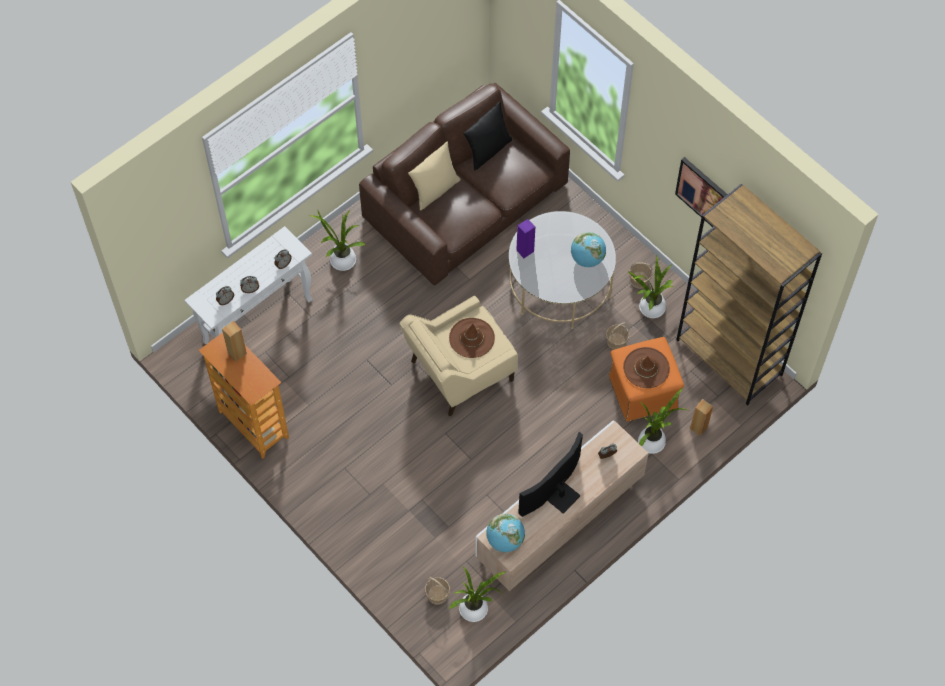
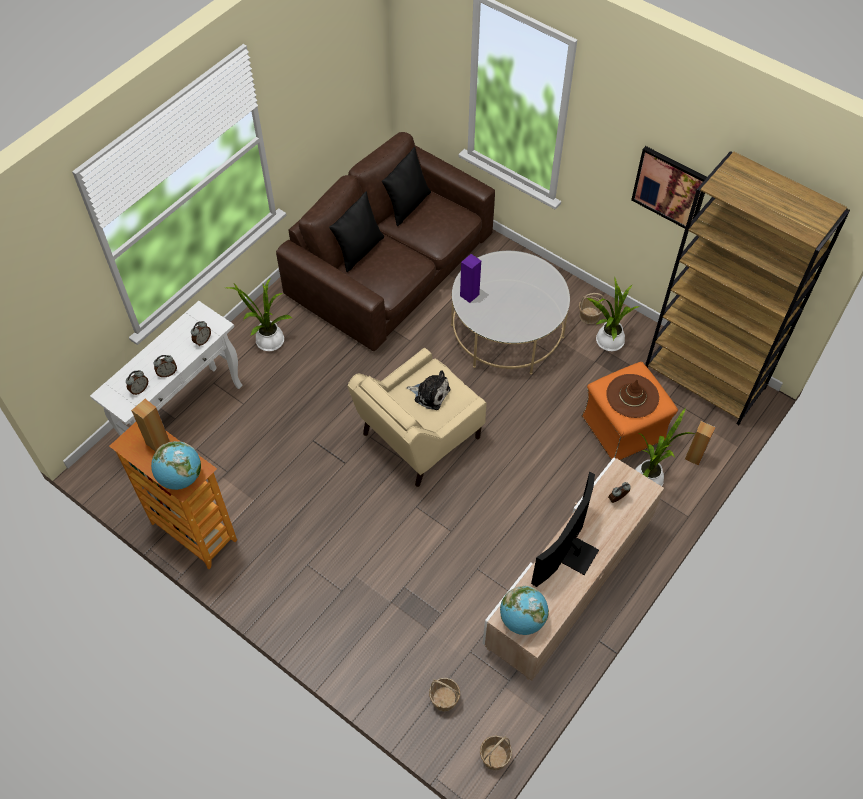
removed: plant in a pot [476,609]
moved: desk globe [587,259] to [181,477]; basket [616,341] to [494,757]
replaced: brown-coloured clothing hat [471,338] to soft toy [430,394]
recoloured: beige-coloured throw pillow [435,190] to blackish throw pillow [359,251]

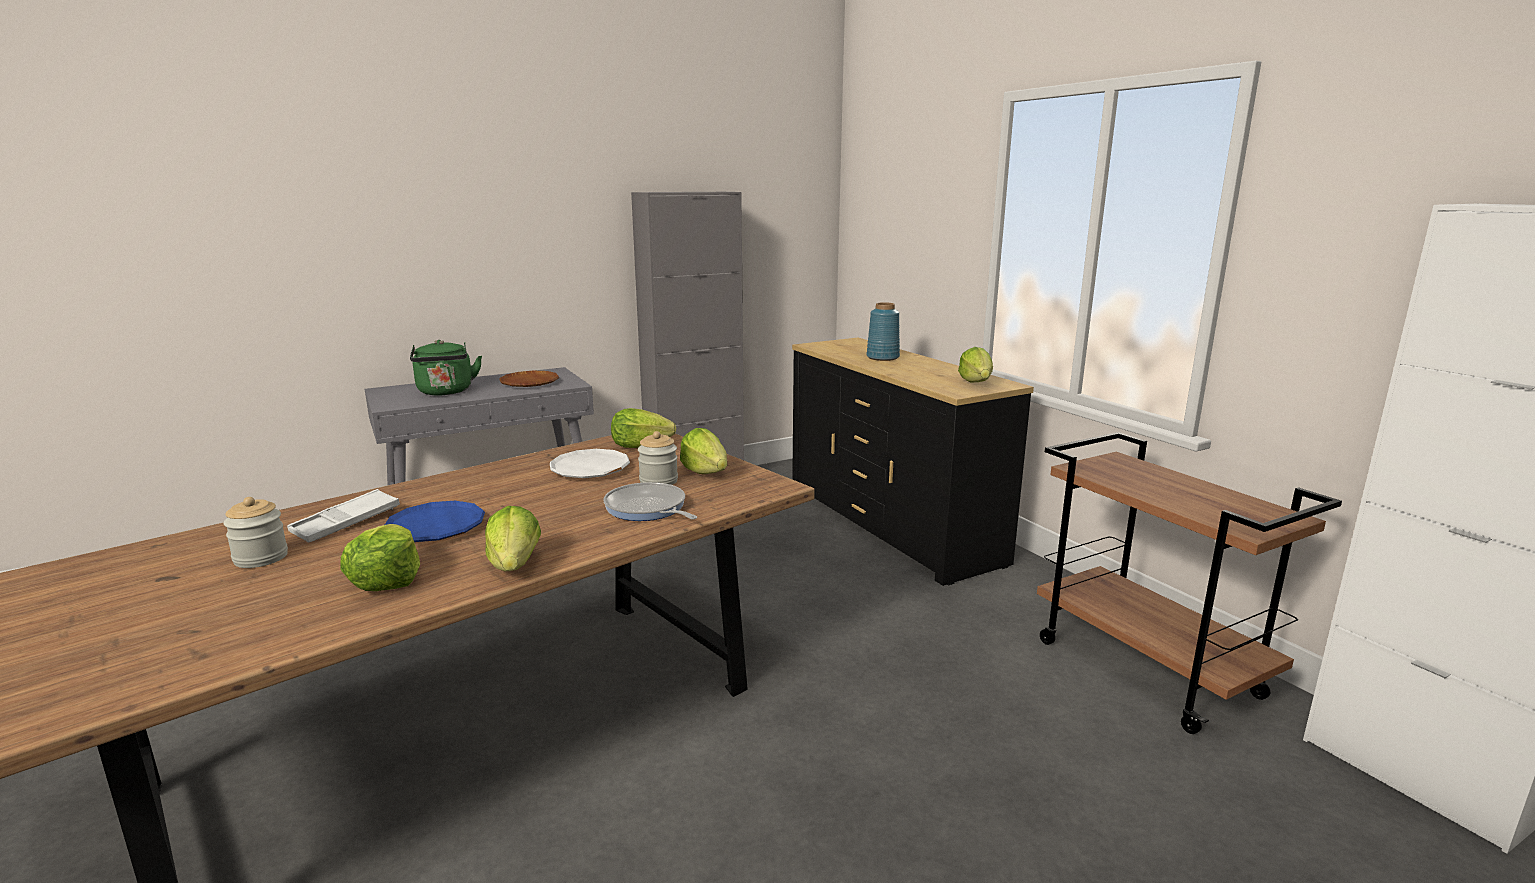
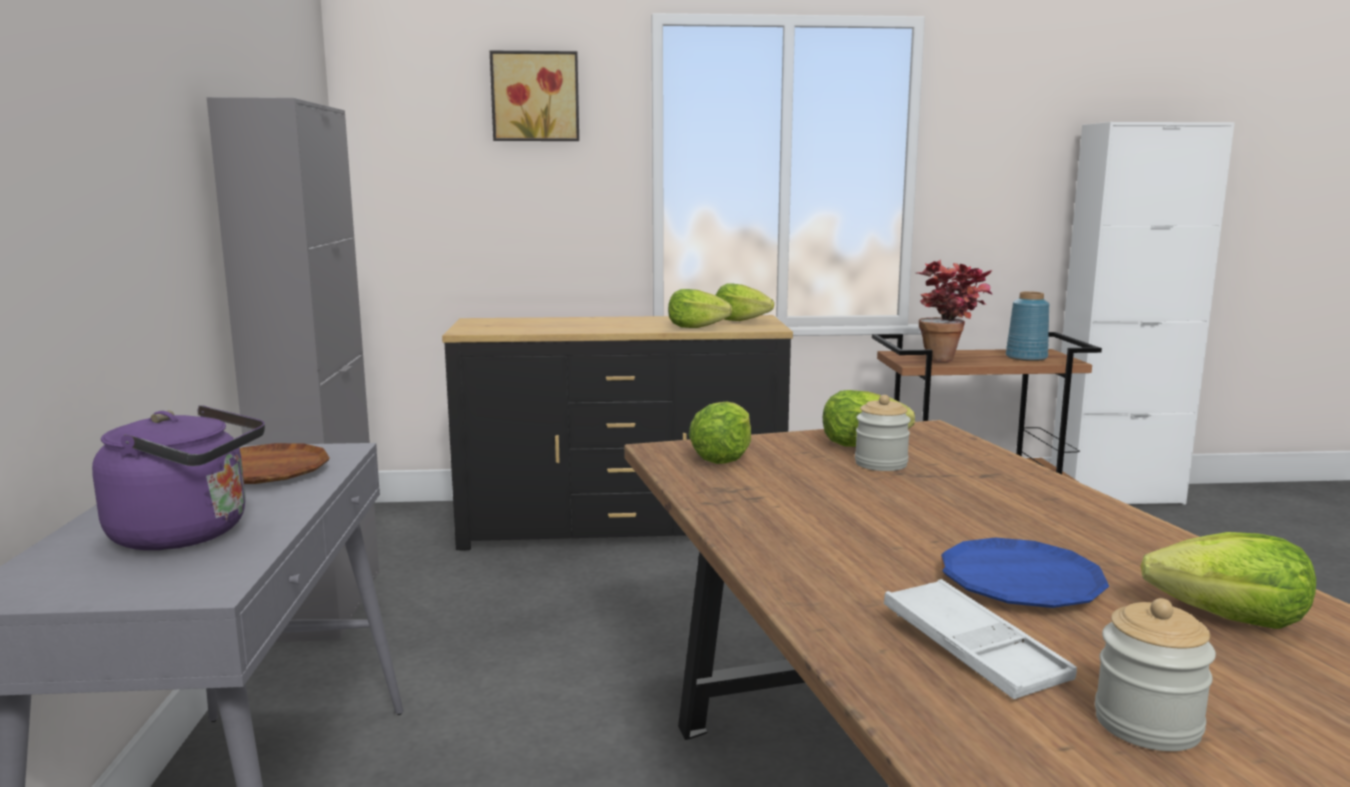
removed: white plate [590,469]; skillet [647,509]
added: picture [535,97]; plant in a pot [950,360]
moved: head of lettuce [515,565] to [696,327]; bluish vase [883,357] to [1025,358]
recoloured: greenish water kettle [446,392] to purplish water kettle [189,534]

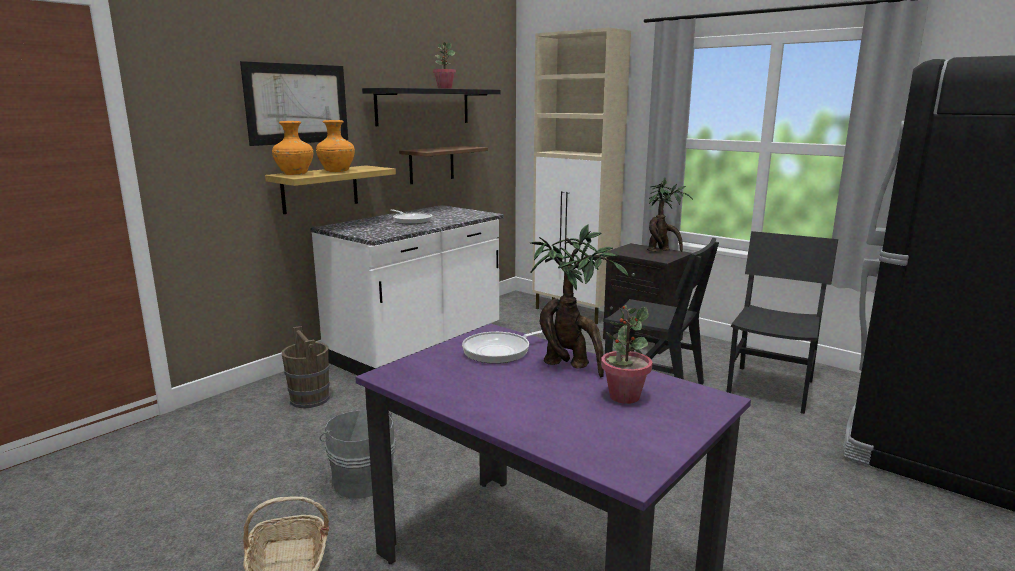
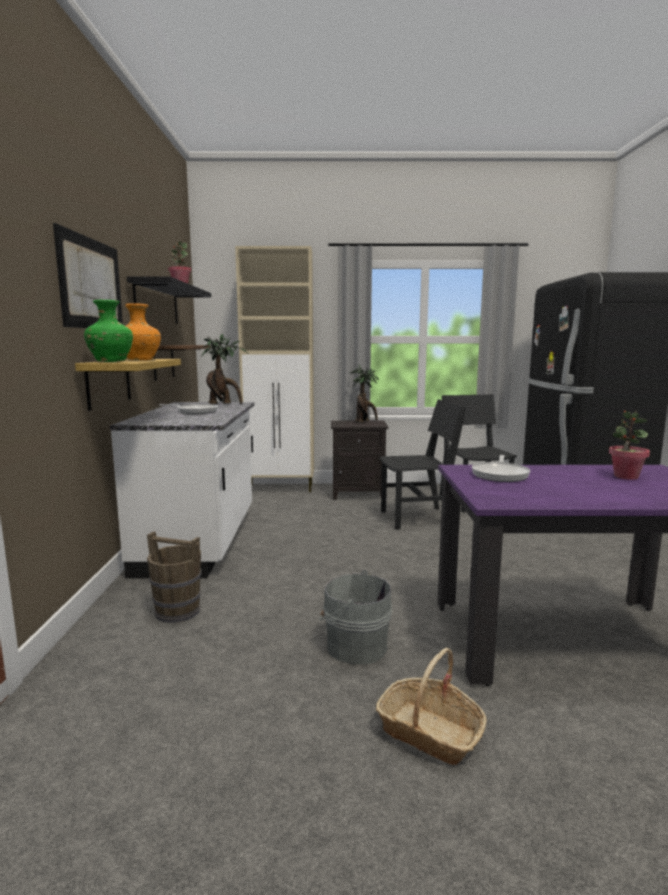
moved: plant in a pot [571,366] to [223,404]
recoloured: orange vase [295,174] to greenish vase [111,361]

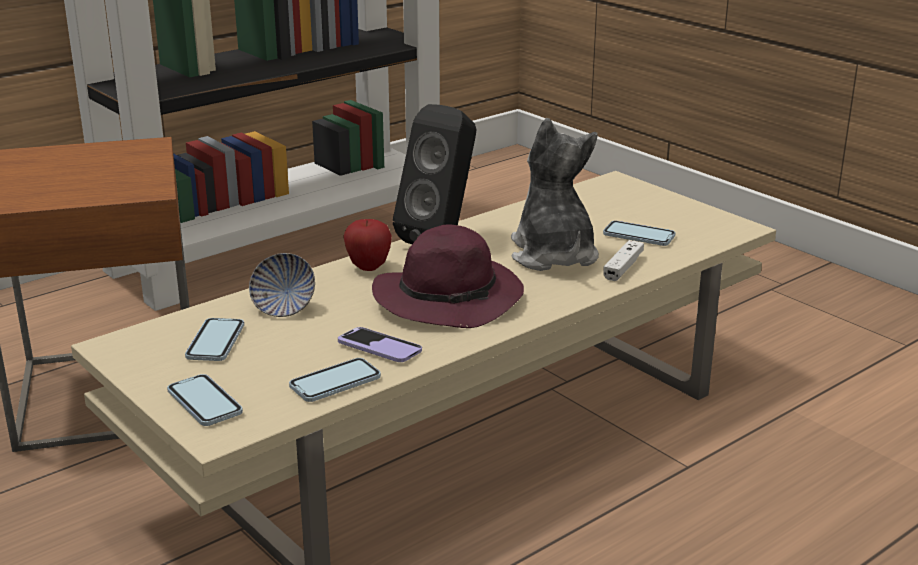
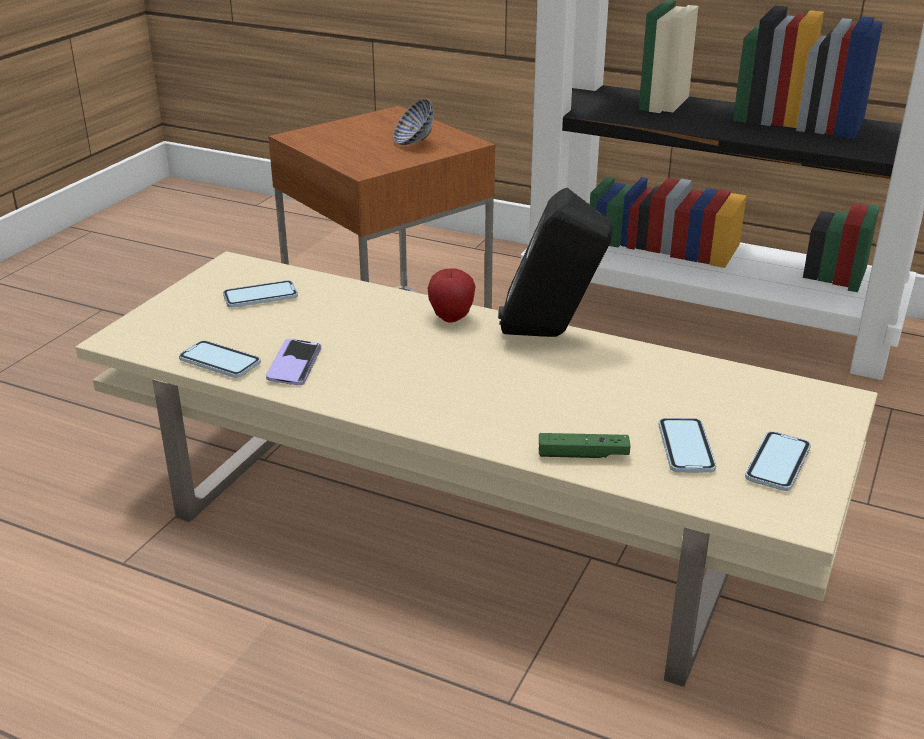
removed: purplish clothing hat [450,298]; soft toy [553,255]
moved: handset [204,402] to [777,463]; serving bowl [284,308] to [413,142]
recoloured: white game controller [623,267] to greenish game controller [583,454]

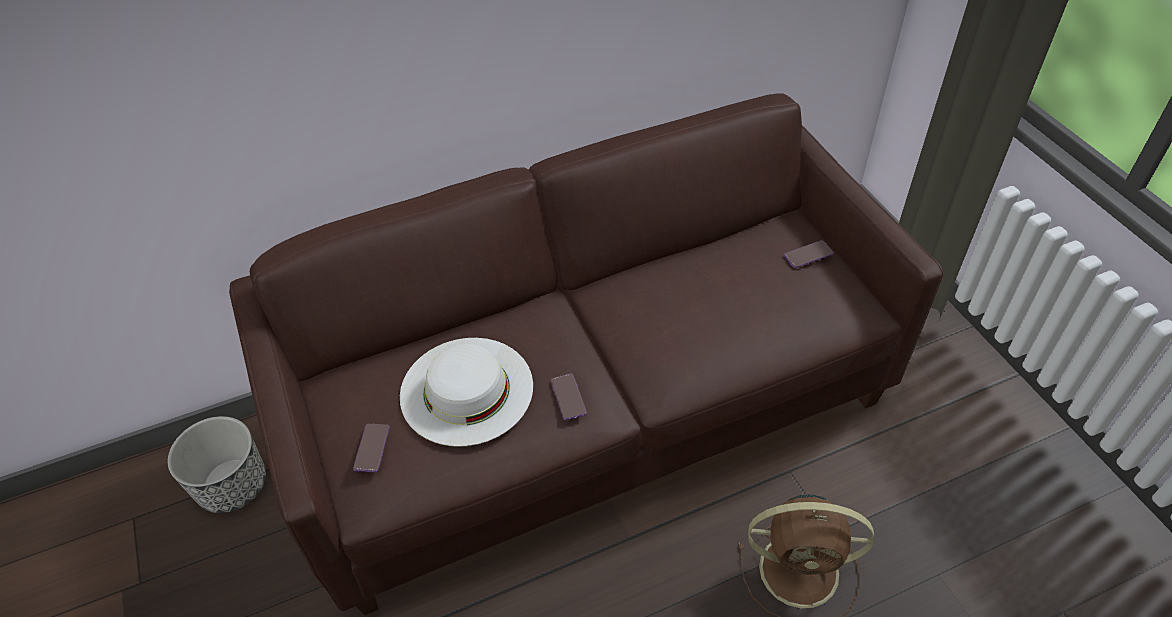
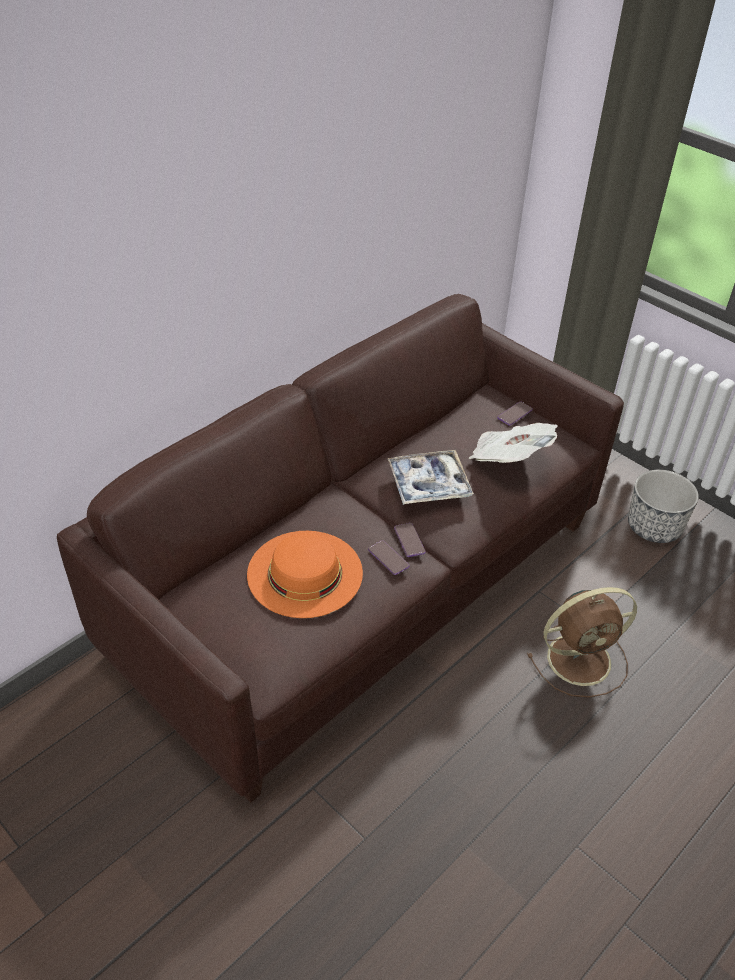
added: carrying tray [428,484]; daily paper [509,459]
moved: planter [232,484] to [653,526]; handset [371,448] to [409,540]
recoloured: white clothing hat [466,390] to orange clothing hat [305,573]

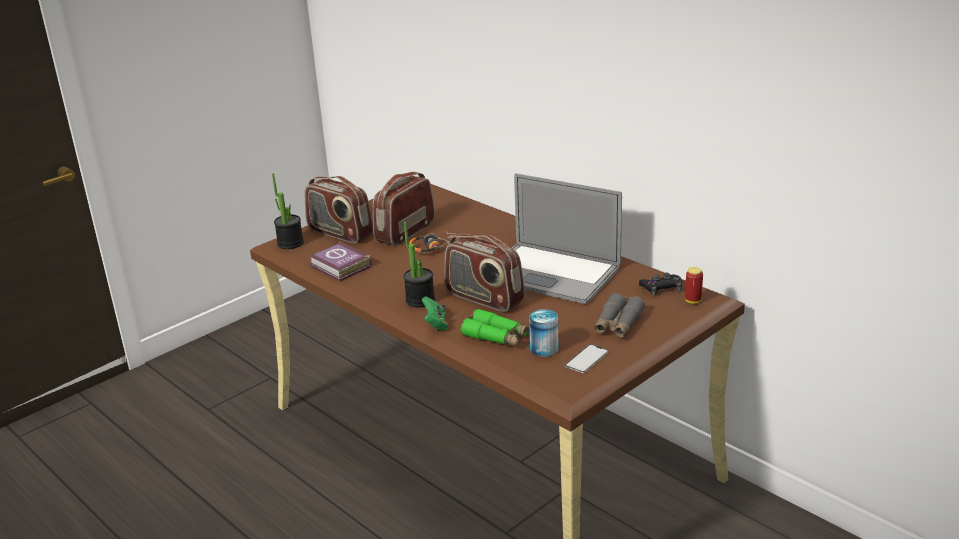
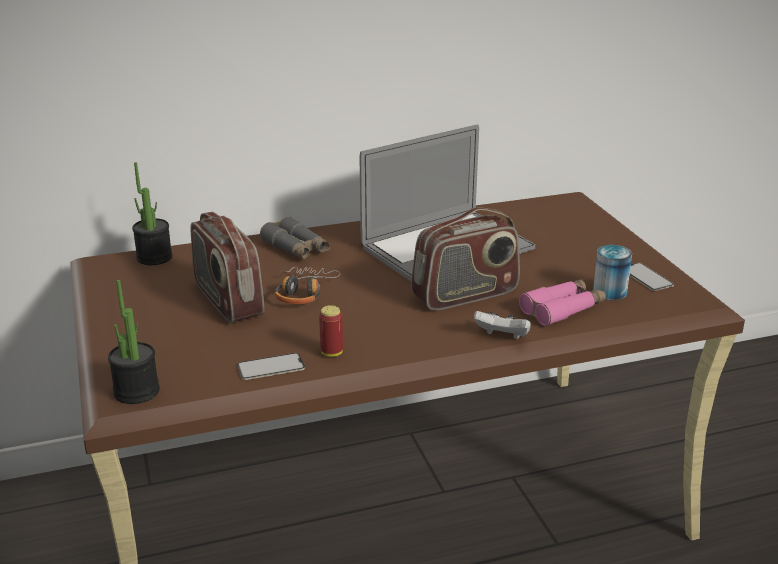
removed: radio [340,233]; blackish game controller [661,288]
moved: plant in a pot [420,300] to [154,257]; gray binoculars [617,324] to [296,248]; sealed can [693,301] to [331,353]
replaced: bound book [340,267] to handset [271,367]
recoloured: greenish game controller [436,324] to white game controller [502,337]; greenish binoculars [497,336] to pink binoculars [562,309]

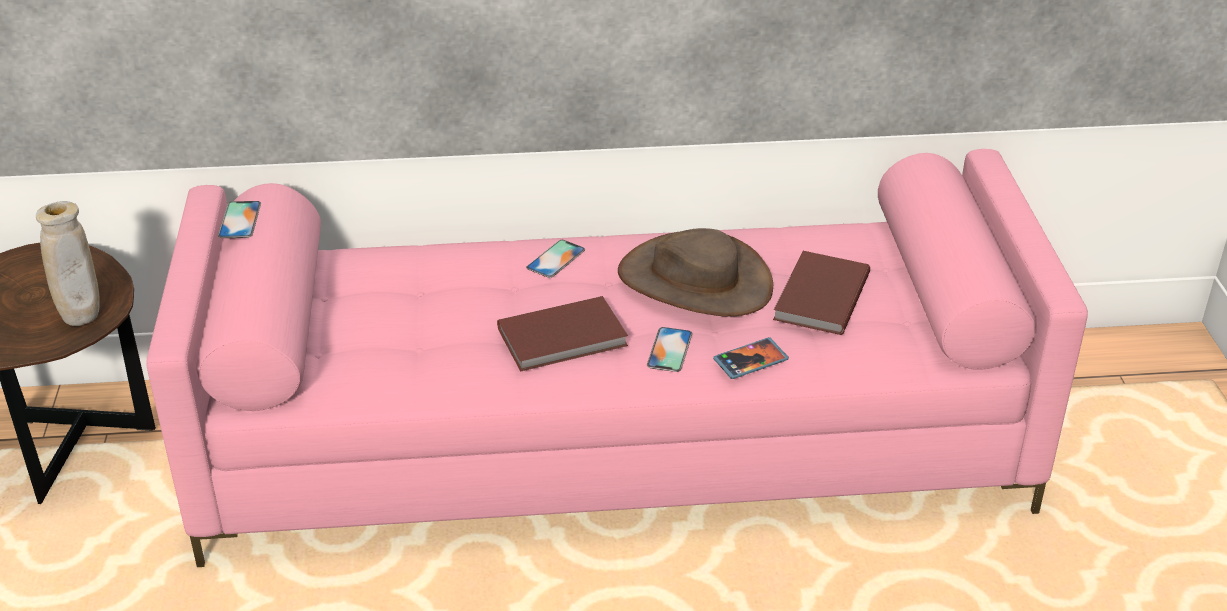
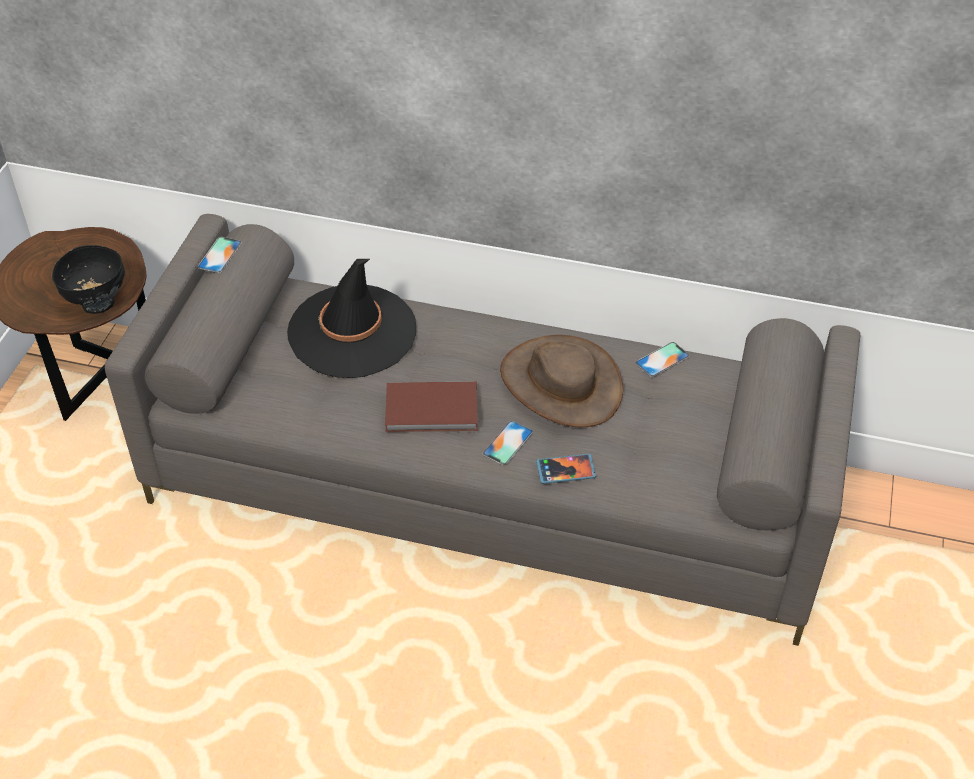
removed: brown-coloured bound book [818,297]
added: blackish clothing hat [352,332]
moved: handset [556,259] to [662,360]
replaced: beige-coloured vase [82,319] to blackish serving bowl [97,303]
recoloured: pink sofa [616,446] to gray sofa [490,487]

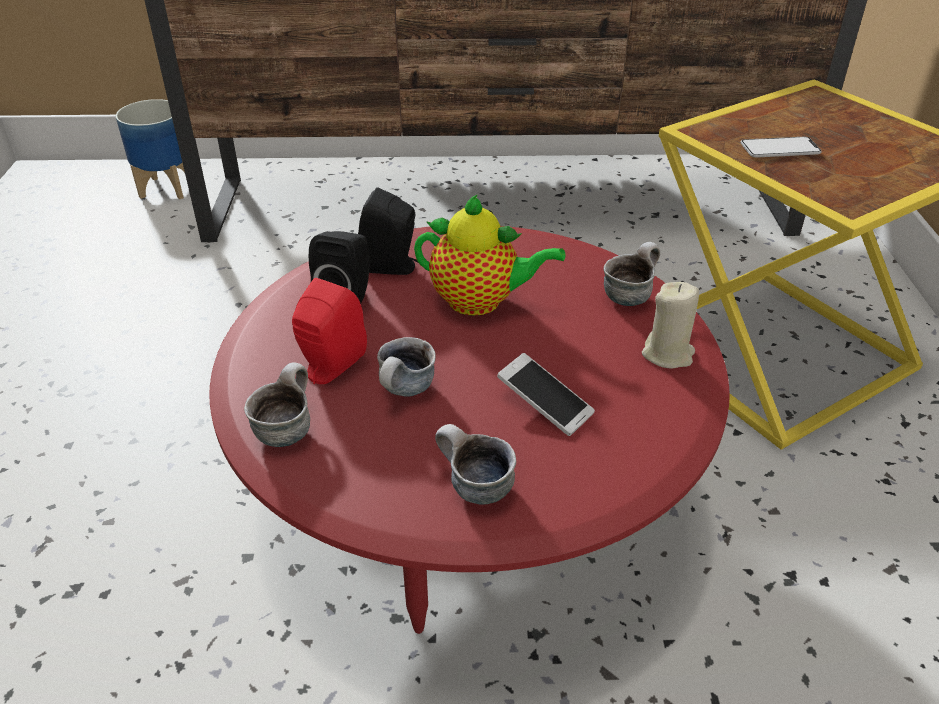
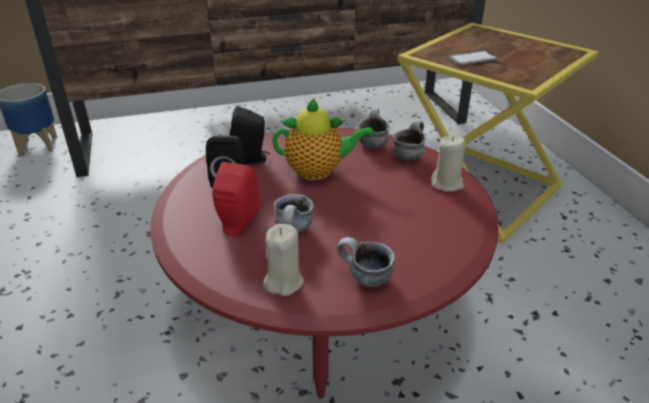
removed: handset [544,404]
added: beige-coloured wax candle [283,282]
moved: coffee mug [285,428] to [371,143]

